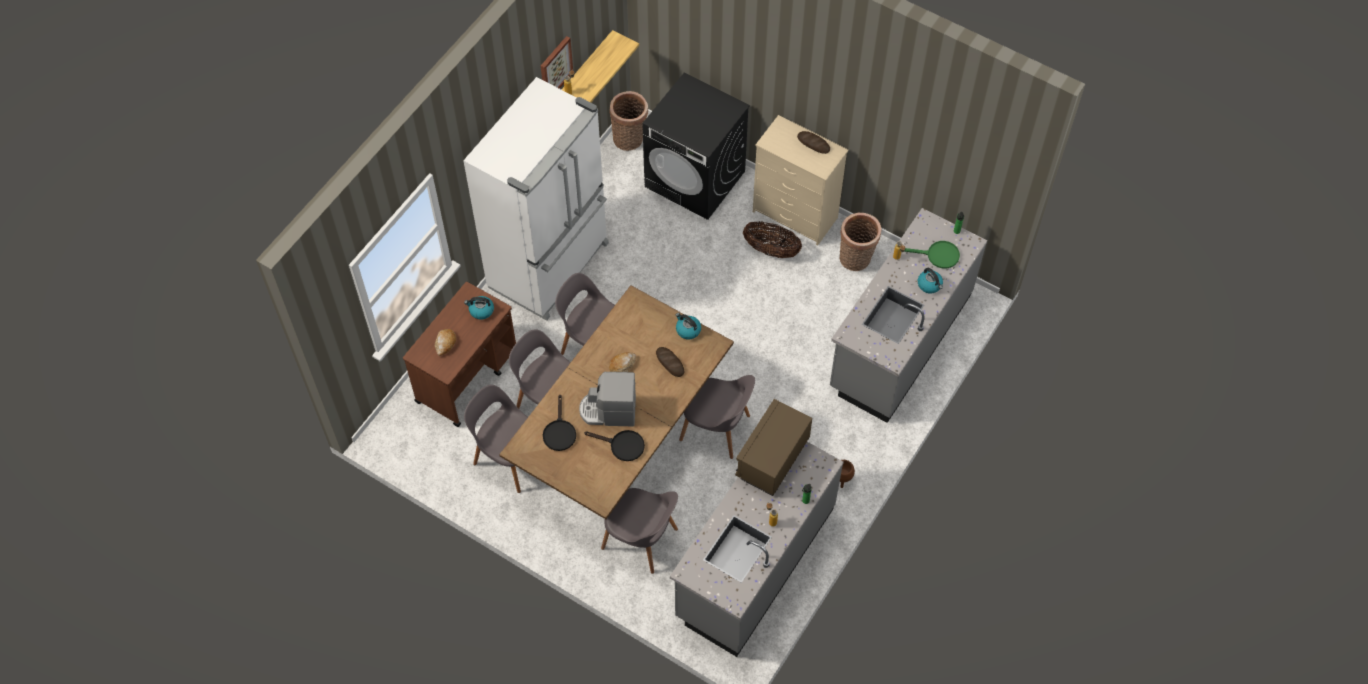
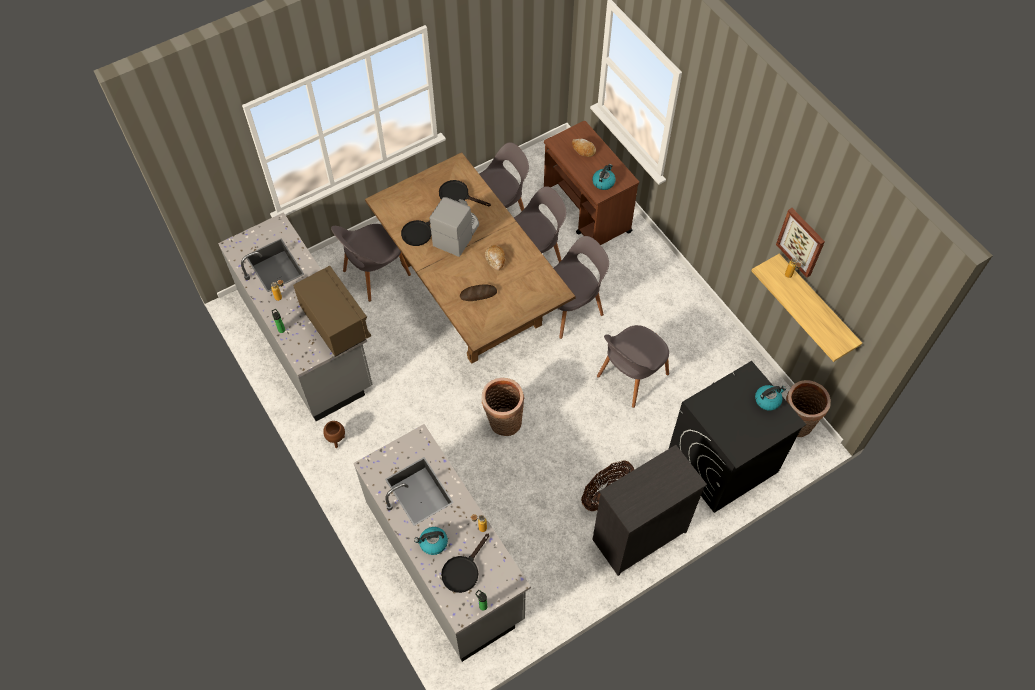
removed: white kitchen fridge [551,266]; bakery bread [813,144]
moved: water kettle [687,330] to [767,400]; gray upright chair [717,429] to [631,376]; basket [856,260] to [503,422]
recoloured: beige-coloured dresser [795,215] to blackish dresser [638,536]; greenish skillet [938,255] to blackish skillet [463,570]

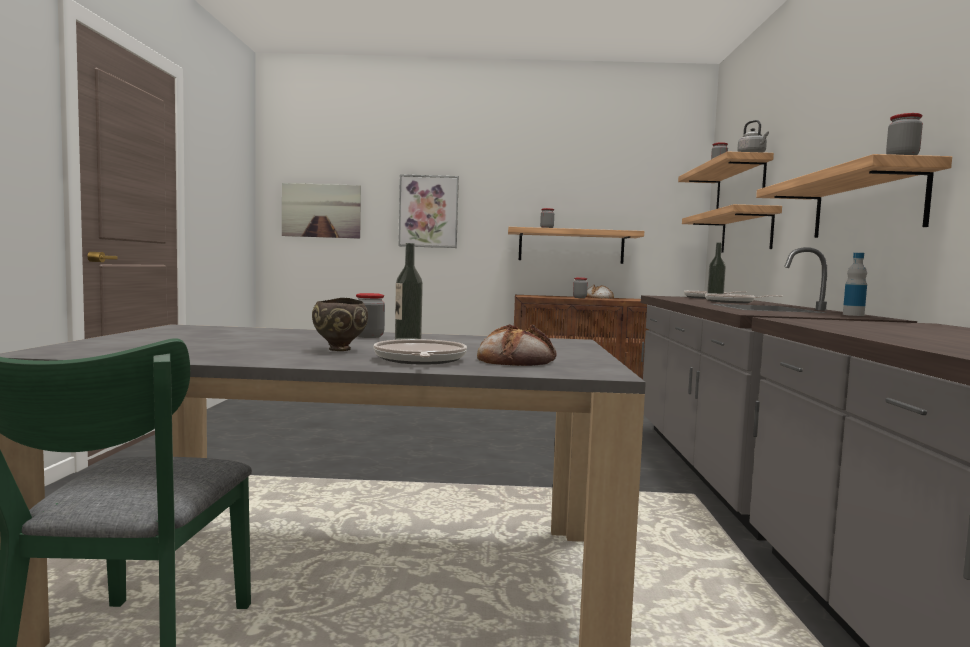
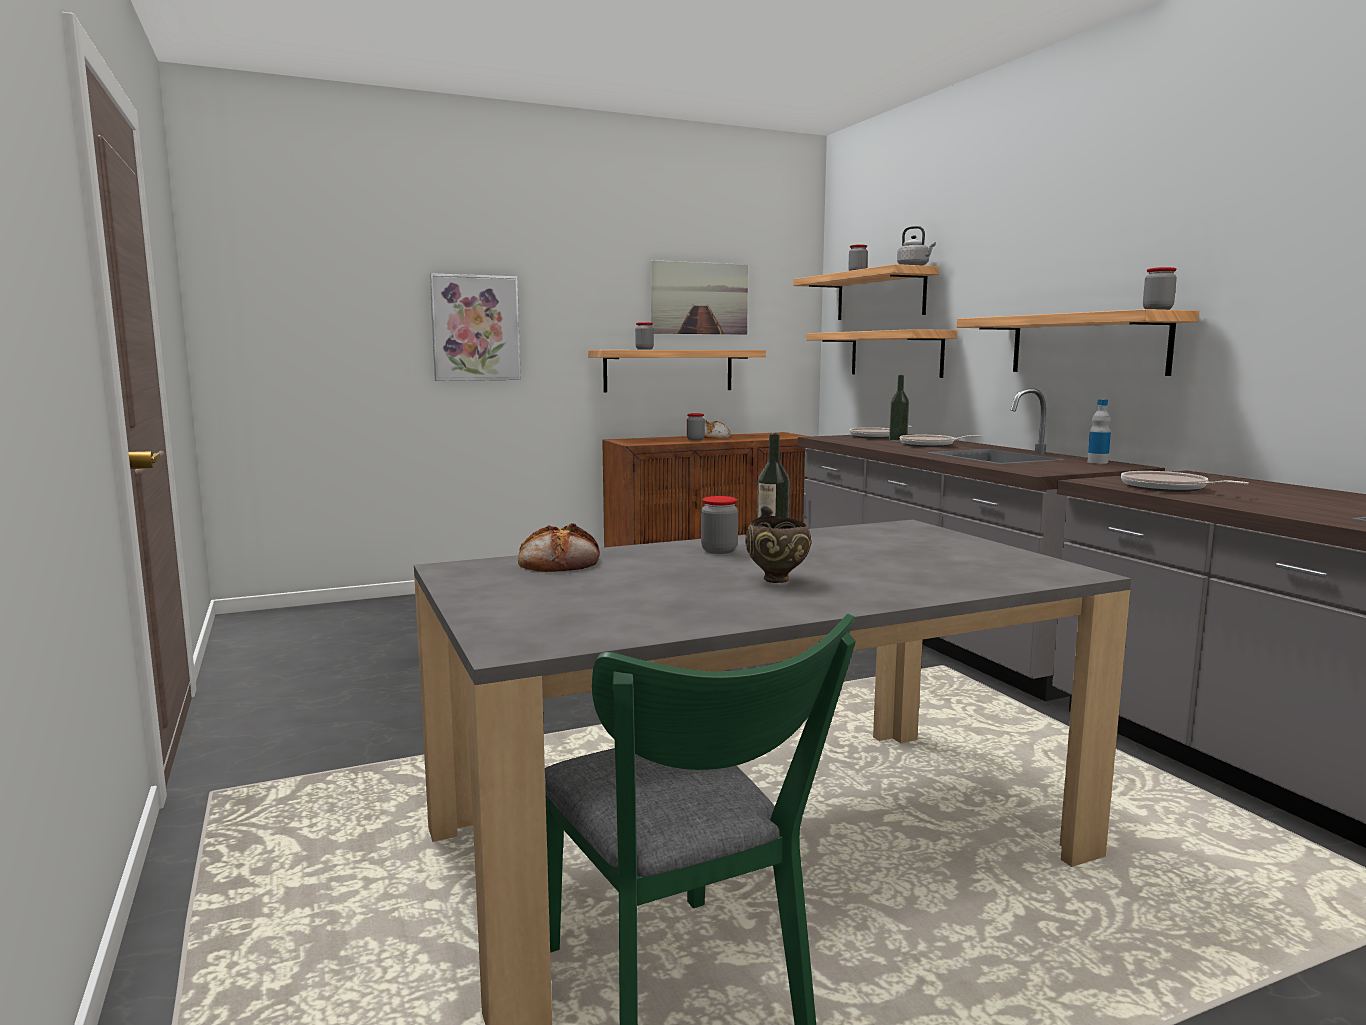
moved: picture [321,210] to [699,298]; skillet [419,360] to [1167,488]; bakery bread [517,360] to [560,562]

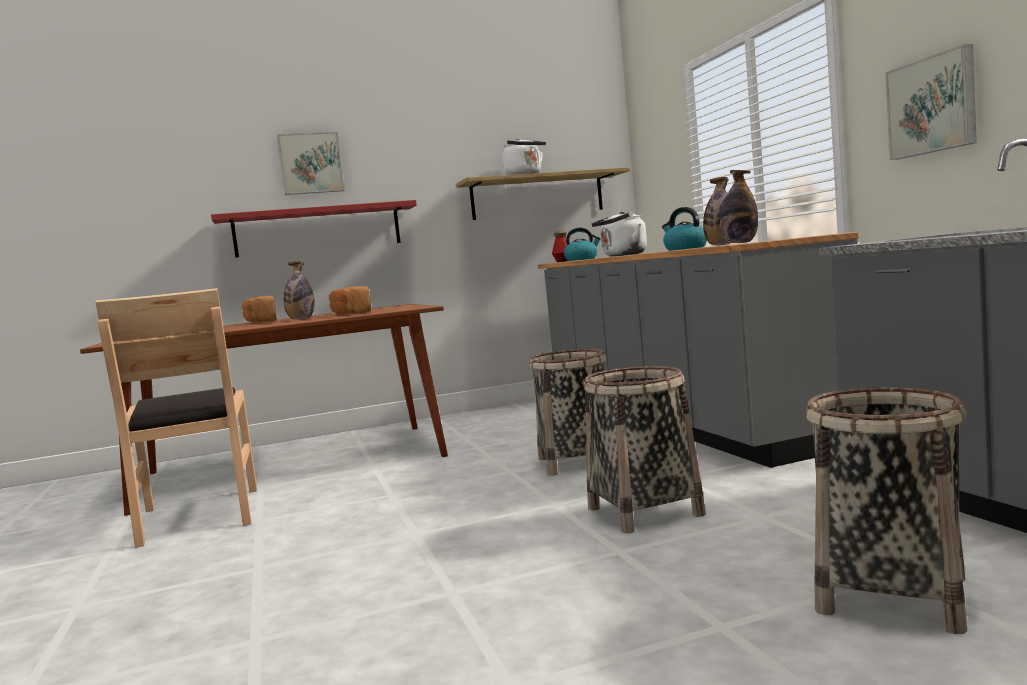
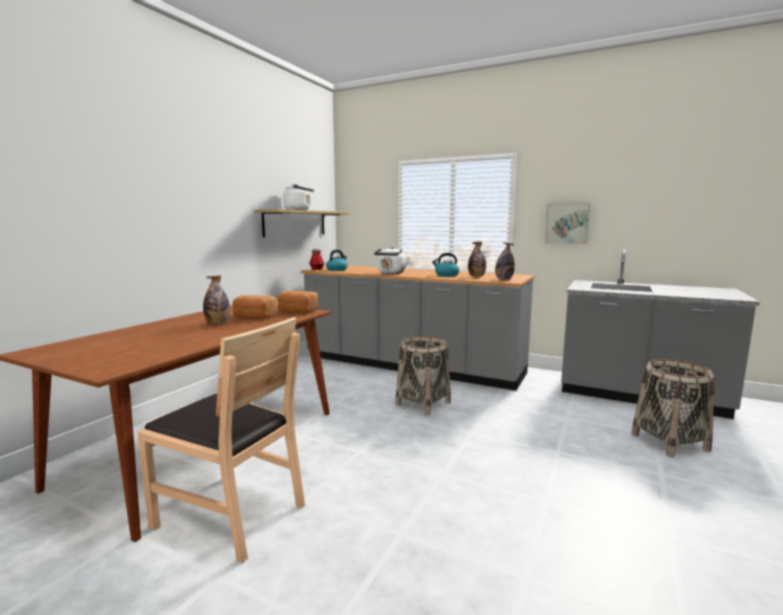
removed: red shelf [318,230]; picture [311,163]; basket [645,512]
moved: bakery bread [259,322] to [297,311]

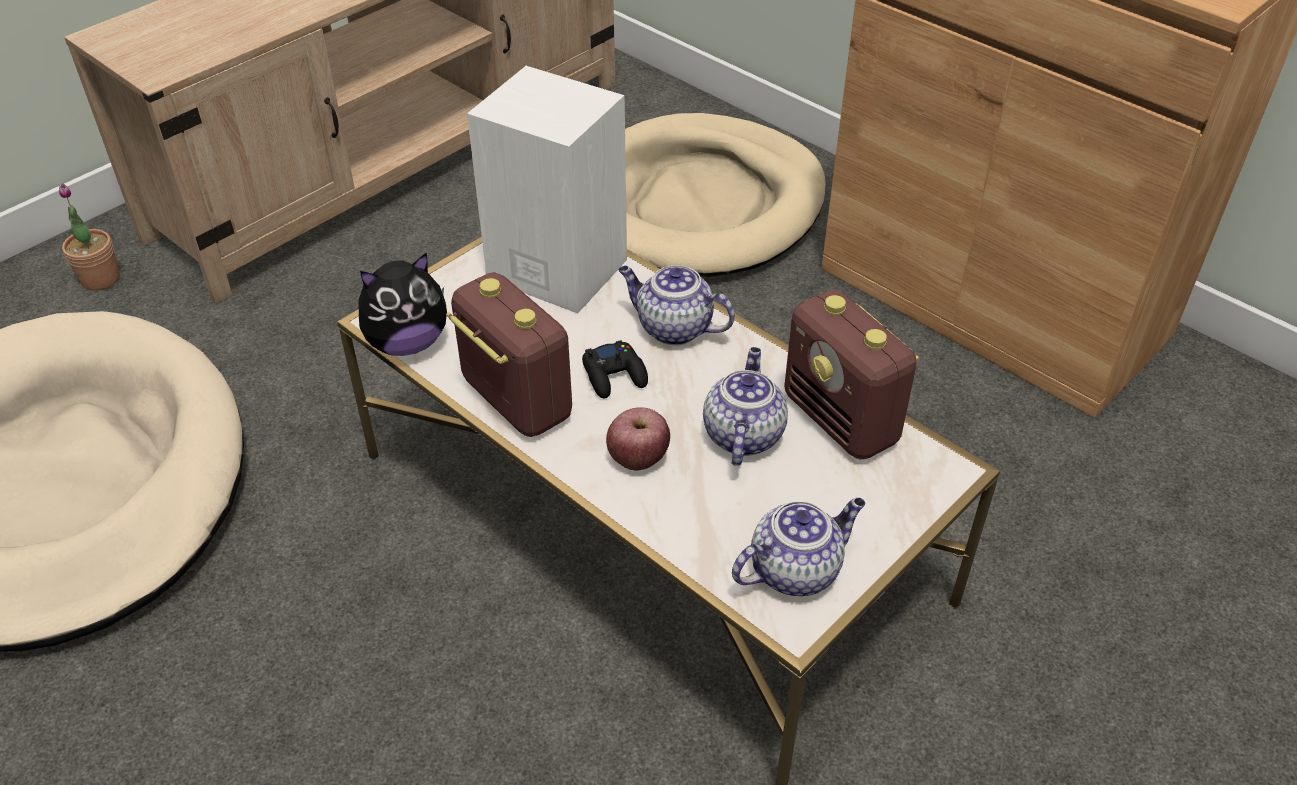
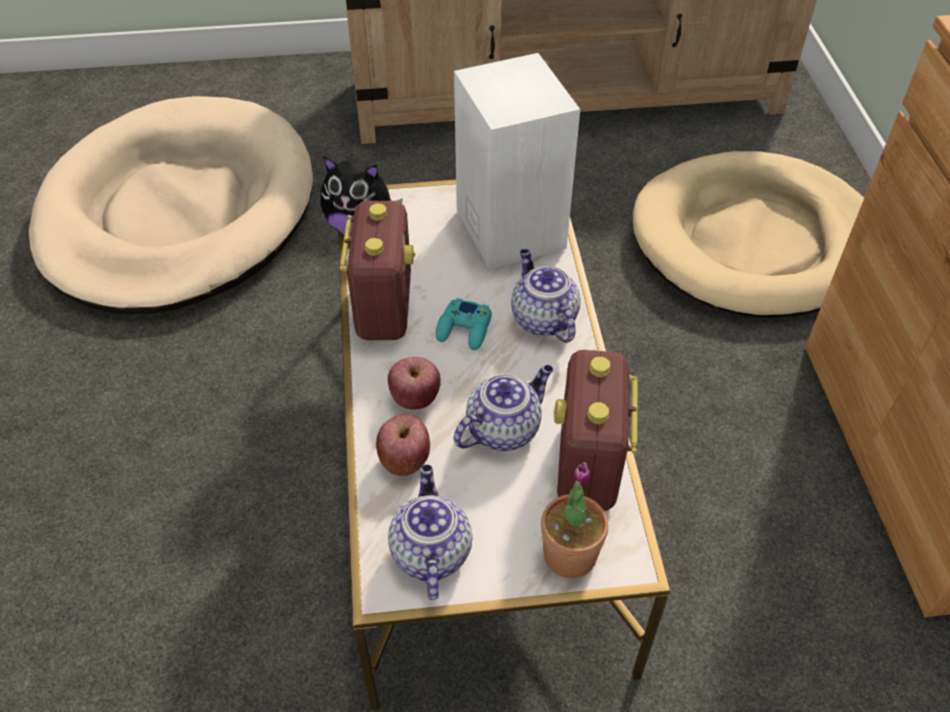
added: apple [404,460]
moved: plant in a pot [100,279] to [569,555]
recoloured: blackish game controller [615,375] to turquoise game controller [464,329]
turned: tea pot [795,569] = [430,551] 105 degrees counterclockwise

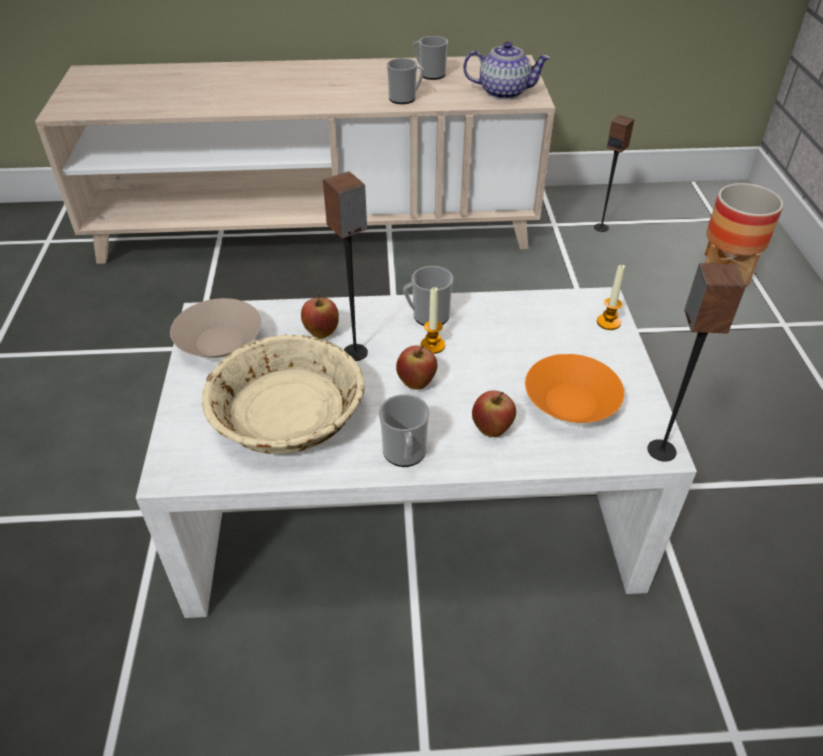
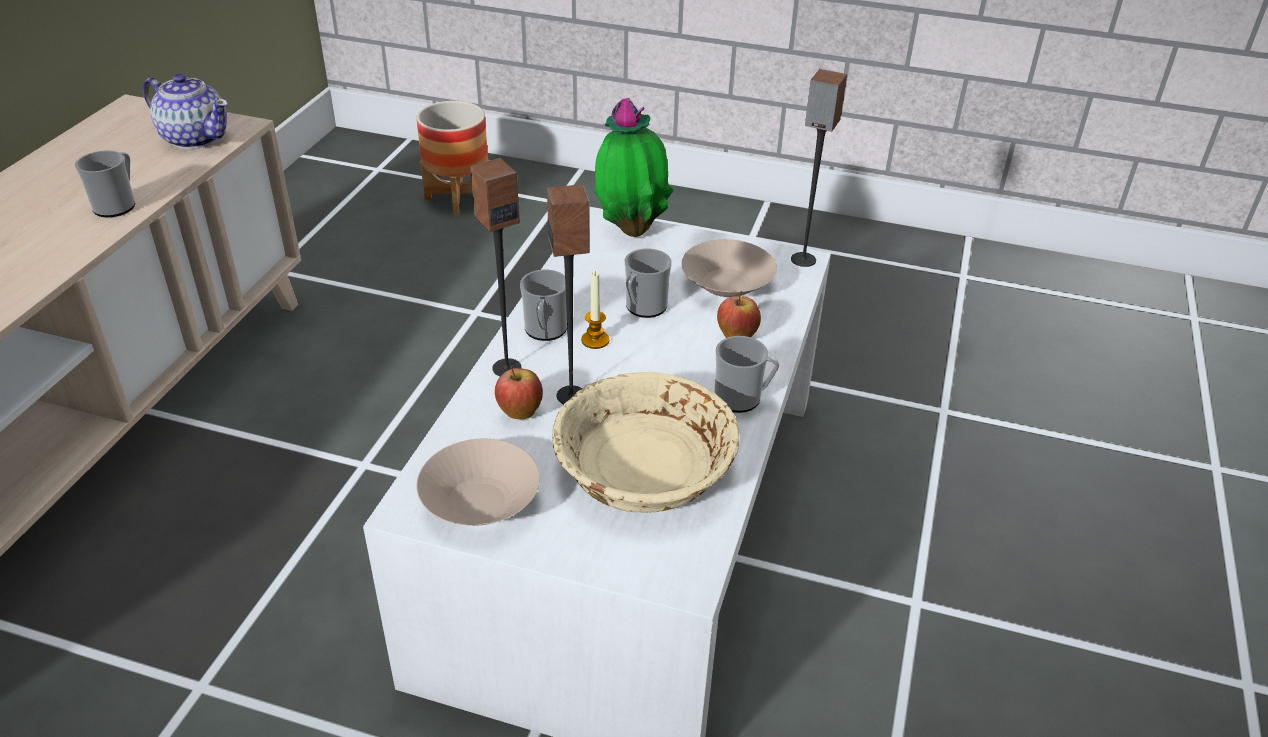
removed: apple [416,383]
moved: coffee mug [429,74] to [643,308]; speaker [601,227] to [506,368]
replaced: wax candle [608,322] to plant in a pot [631,230]
recoloured: orange serving bowl [571,404] to beige-coloured serving bowl [726,285]
turned: tea pot [503,92] = [195,138] 90 degrees clockwise

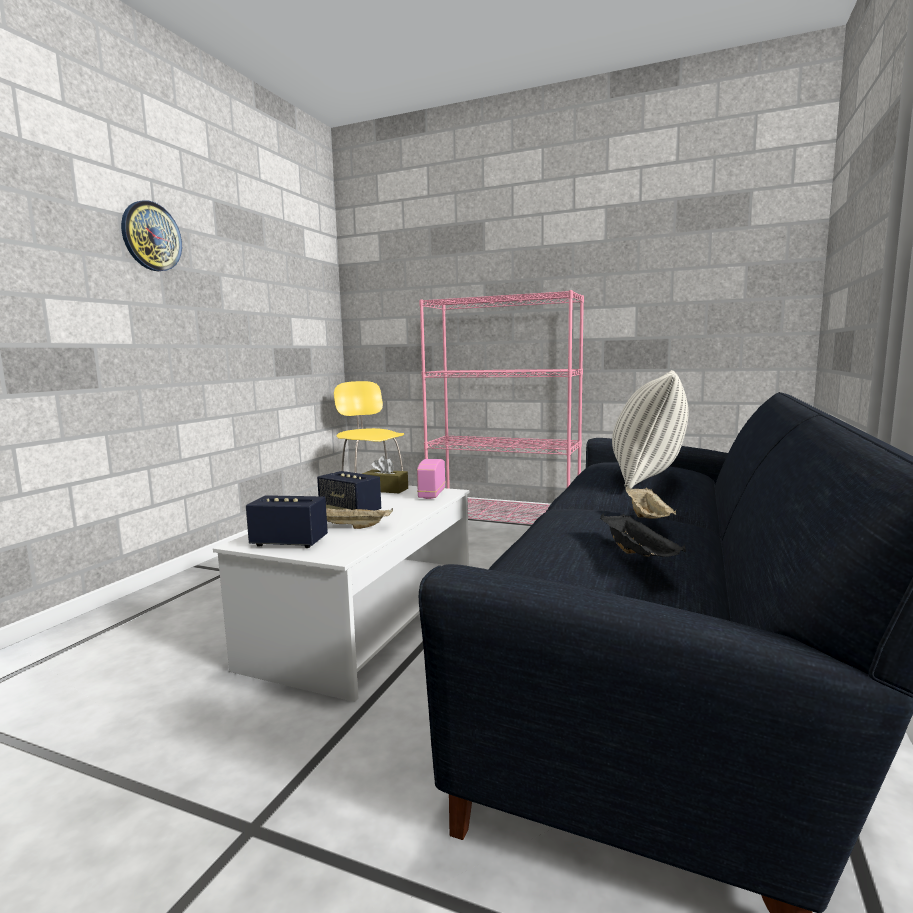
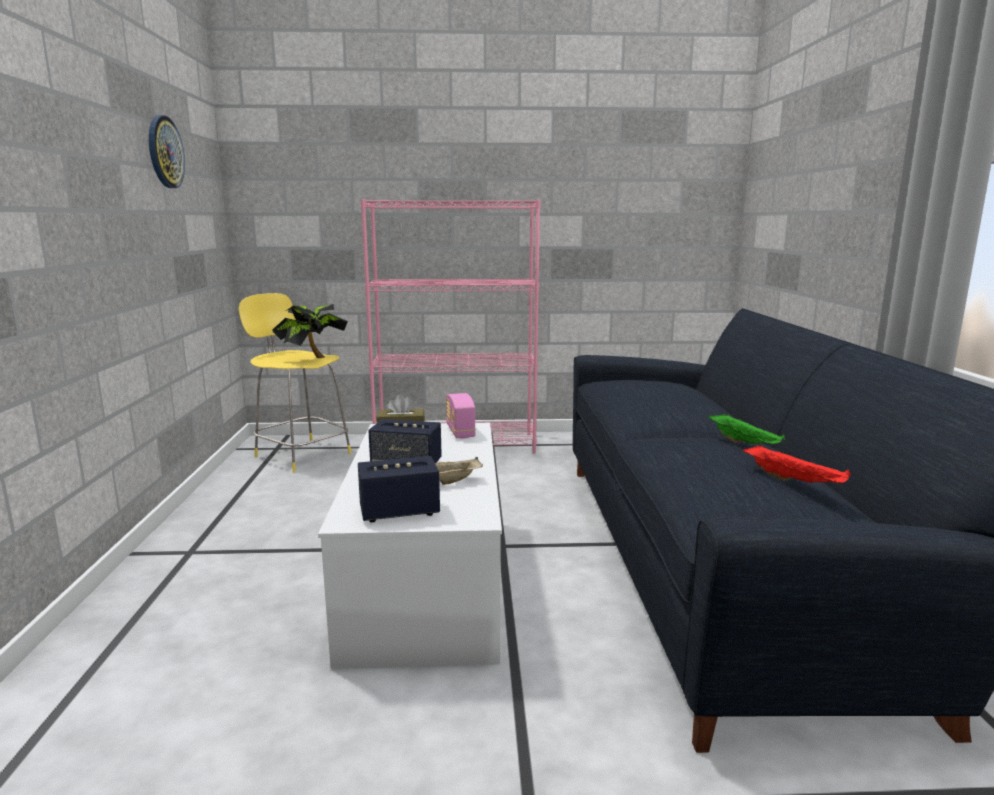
removed: throw pillow [647,478]
added: plant in a pot [311,358]
moved: clock on the wall [151,236] to [165,152]
recoloured: blackish carrying tray [639,555] to red carrying tray [794,481]; beige-coloured carrying tray [648,519] to greenish carrying tray [744,443]

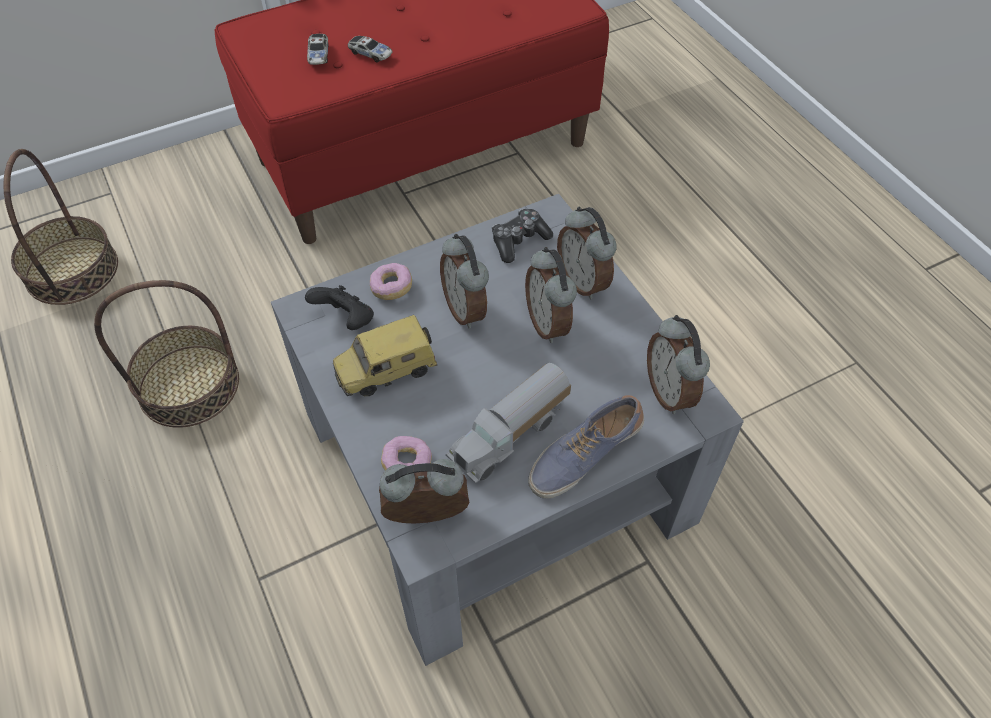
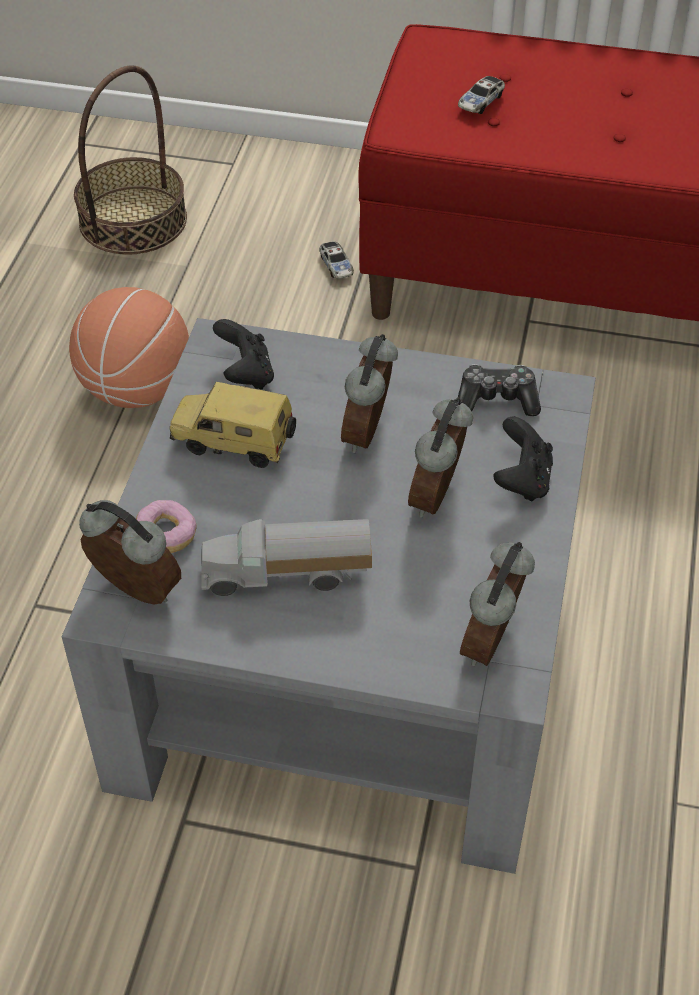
removed: ring doughnut [391,288]; shoe [583,455]
moved: miniature car [371,54] to [336,266]
replaced: basket [189,386] to basketball [136,389]; alarm clock [583,281] to blackish game controller [522,480]

